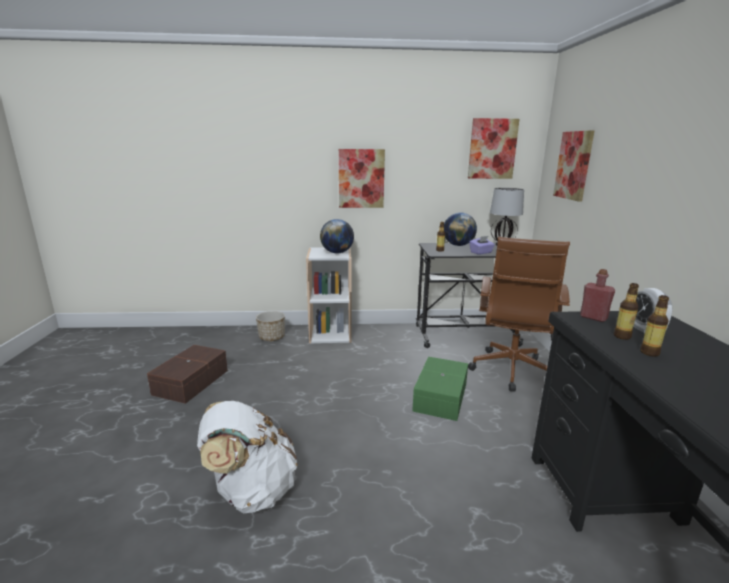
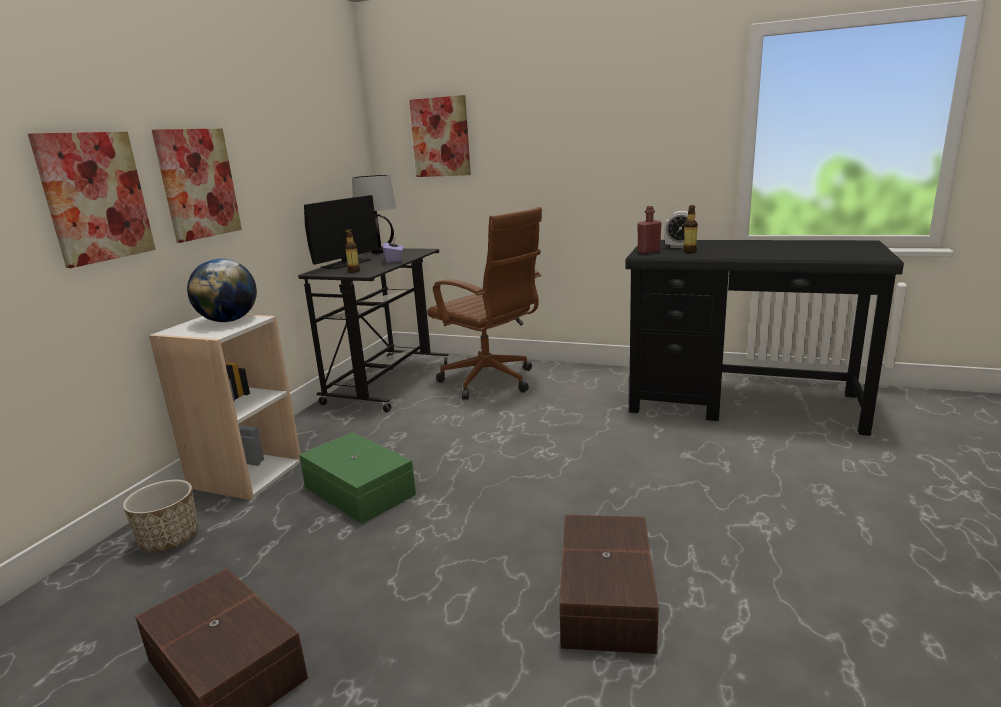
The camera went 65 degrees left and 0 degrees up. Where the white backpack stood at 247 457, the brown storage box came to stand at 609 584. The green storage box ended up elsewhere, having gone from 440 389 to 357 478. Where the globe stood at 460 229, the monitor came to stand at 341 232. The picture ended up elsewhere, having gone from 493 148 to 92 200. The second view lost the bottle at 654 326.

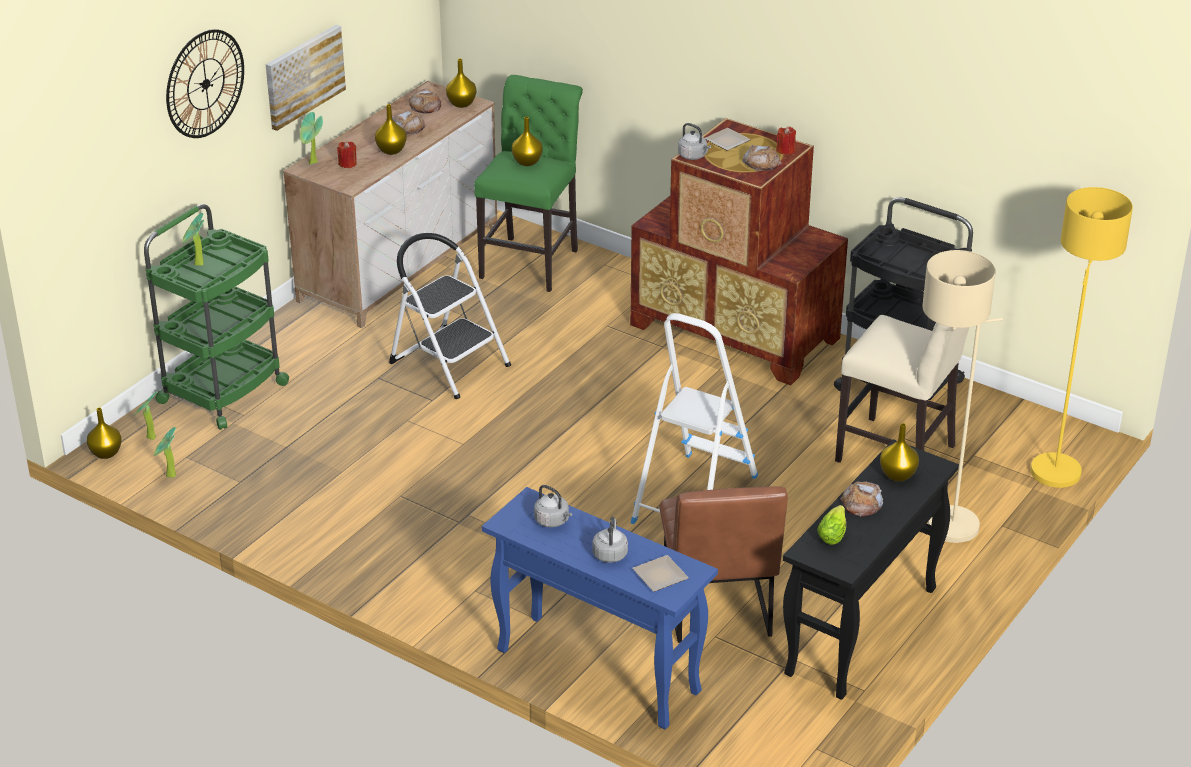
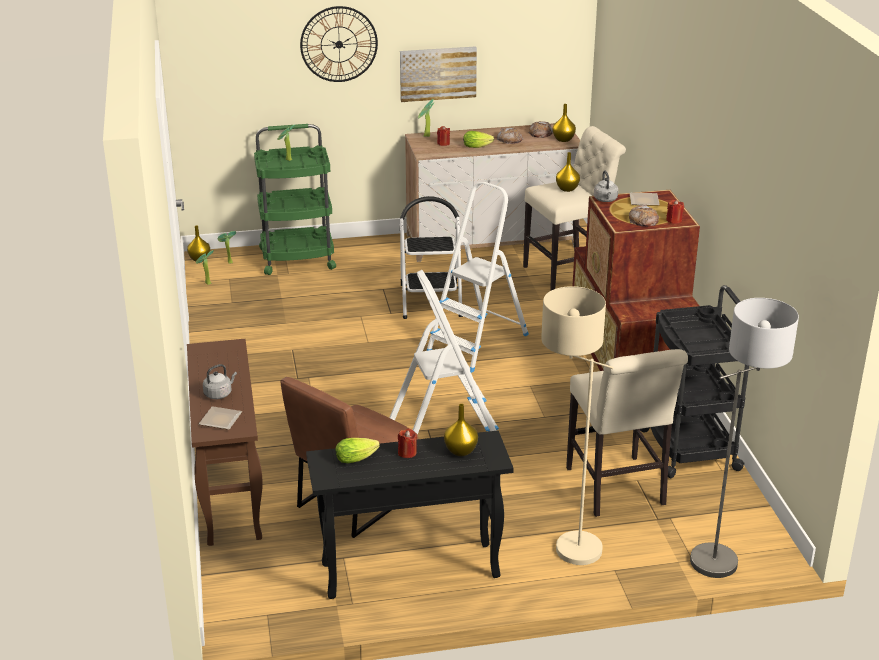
The camera went 45 degrees right and 5 degrees down. Where the yellow vase stood at 391 129, the lettuce came to stand at 478 139. What was the green stool at 528 183 turned into the beige stool at 574 208. What was the blue console table at 600 608 turned into the brown console table at 225 442. The second view lost the grey kettle at 553 506. Where the bread stood at 862 499, the red candle came to stand at 407 443. What was the yellow floor lamp at 1082 337 turned into the grey floor lamp at 744 438. The second view gained the white step ladder at 477 277.

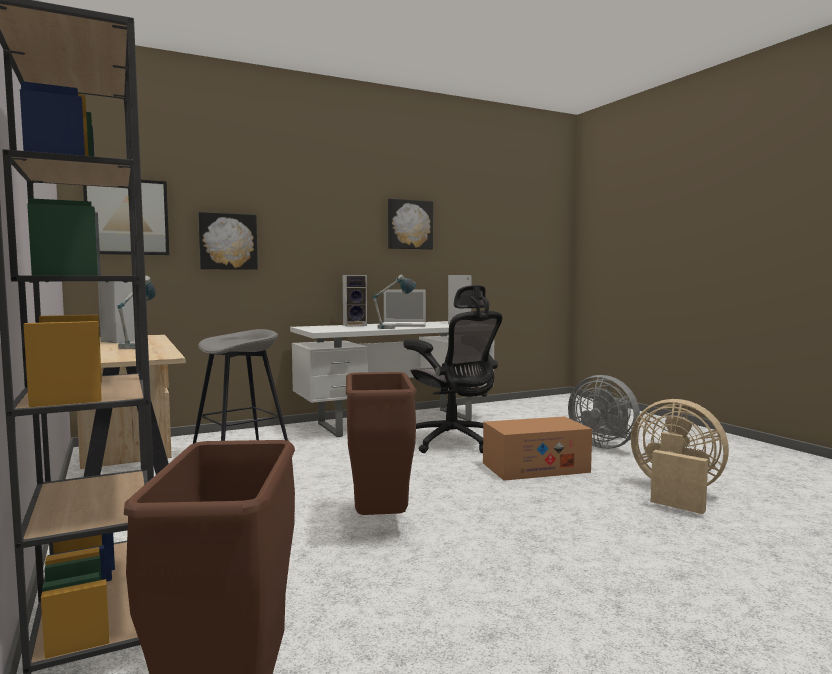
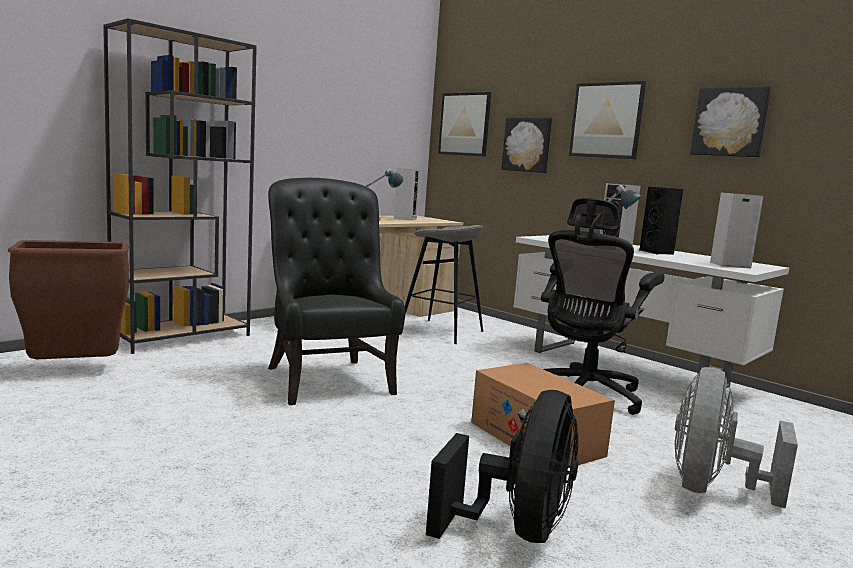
The camera went 70 degrees right and 5 degrees up. Where the brown trash can stood at 381 443, the black chair came to stand at 336 291. Where the laptop stood at 404 308, the black speaker came to stand at 661 220. What was the beige fan at 680 456 turned into the black fan at 502 466. The second view gained the picture at 607 120.

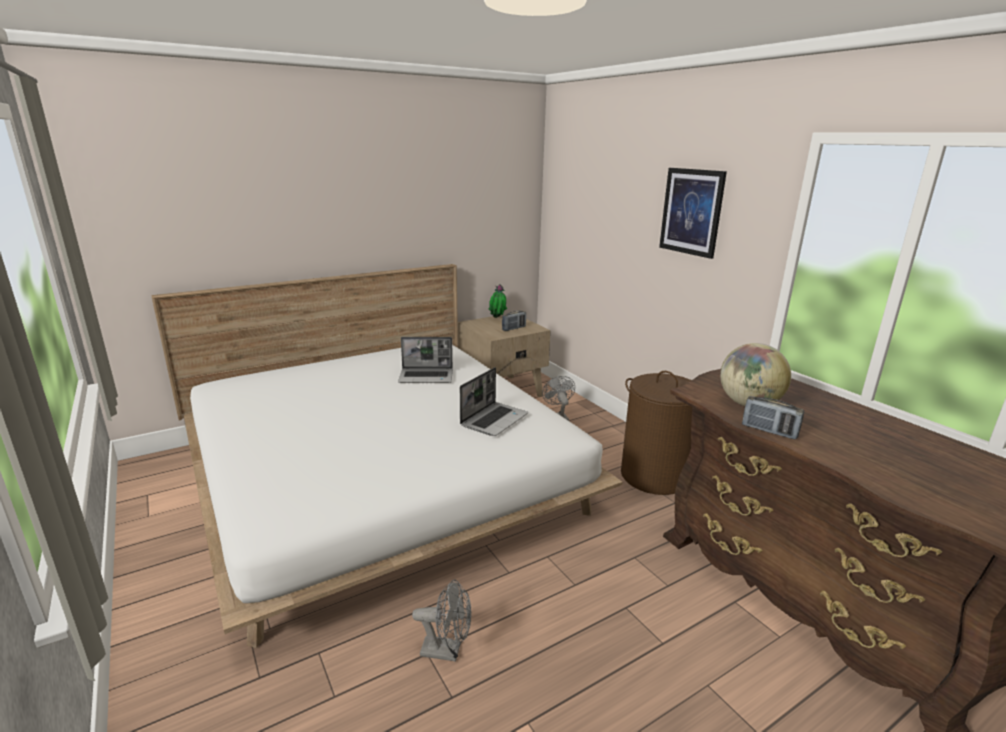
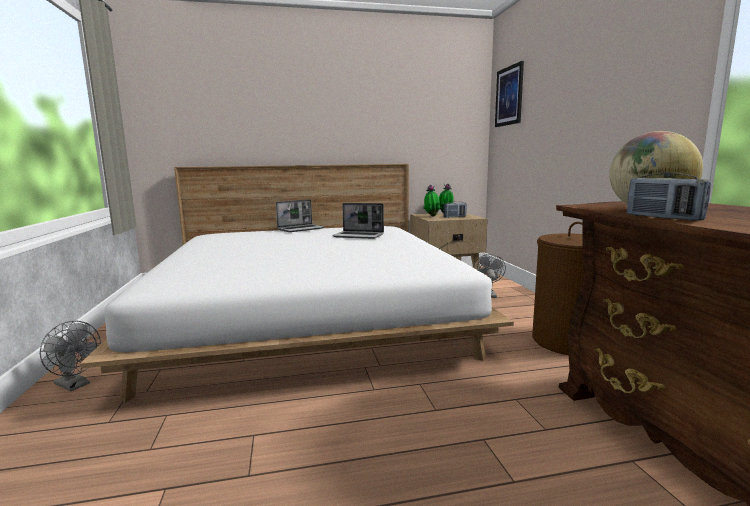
The camera went 20 degrees right and 10 degrees down. The grey fan ended up elsewhere, having gone from 441 621 to 70 356. The laptop ended up elsewhere, having gone from 494 401 to 300 215. The picture ended up elsewhere, having gone from 693 213 to 509 94. The second view gained the potted plant at 432 200.

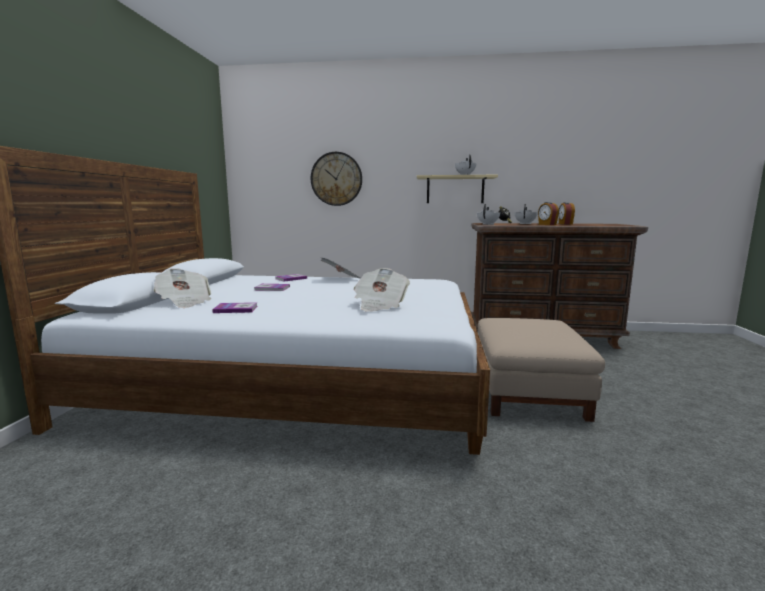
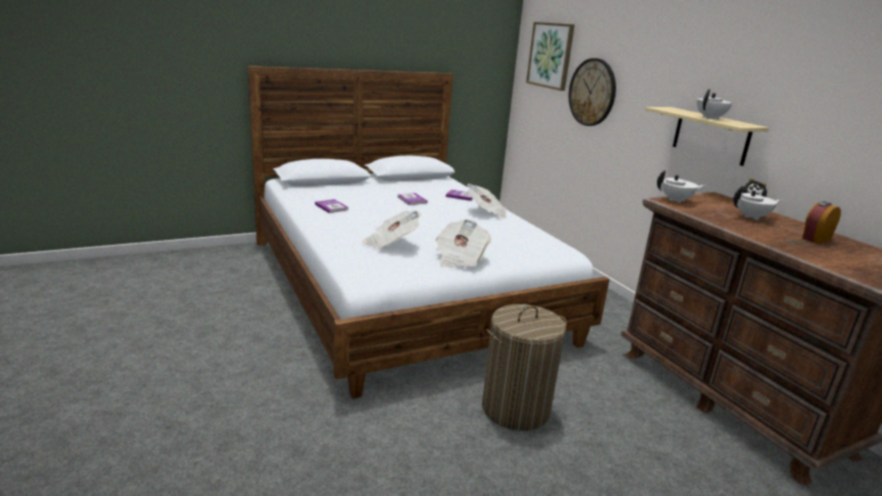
The camera went 55 degrees right and 10 degrees up. The newspaper ended up elsewhere, having gone from 182 288 to 463 243. Where the beige ottoman stood at 541 370, the laundry basket came to stand at 524 367. The second view lost the alarm clock at 548 213. The second view gained the picture at 550 56.

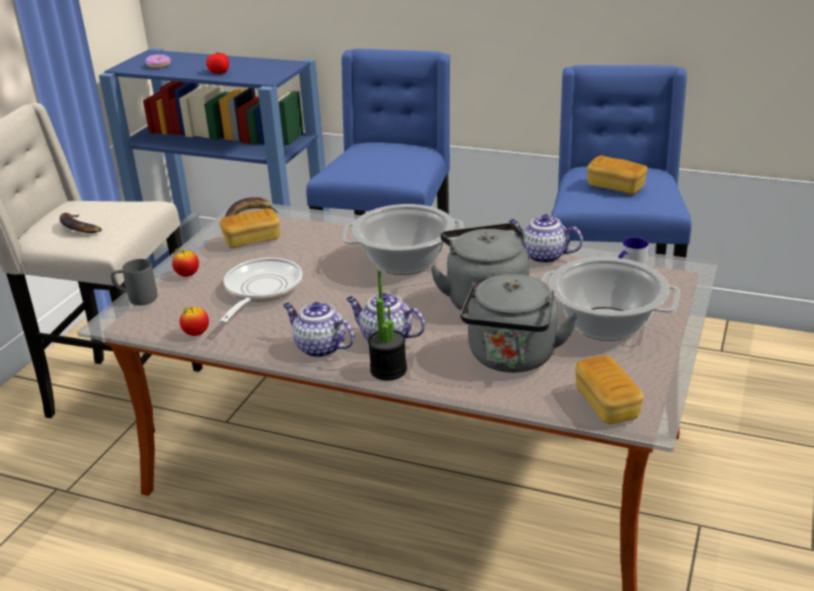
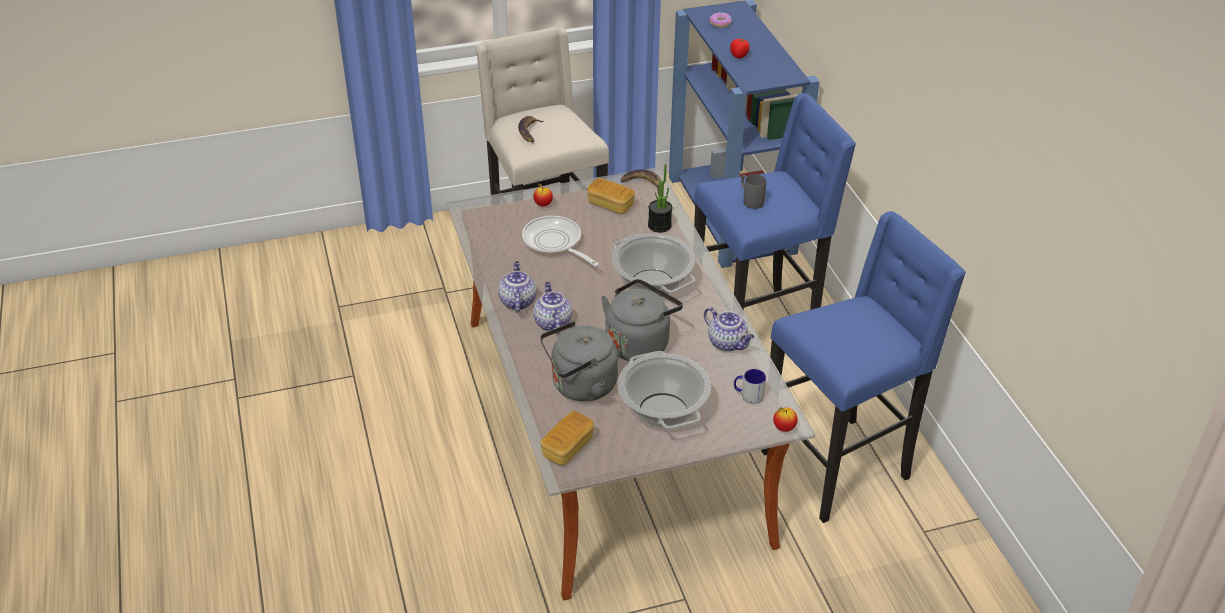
The camera went 50 degrees right and 10 degrees up. The grey mug ended up elsewhere, having gone from 134 282 to 753 191. The apple ended up elsewhere, having gone from 194 321 to 785 419. The frying pan at 260 290 ended up facing another way, 105 degrees counterclockwise from before. The potted plant ended up elsewhere, having gone from 387 325 to 660 198. The teapot at 546 238 ended up facing another way, 150 degrees clockwise from before. The second view lost the bread at 617 175.

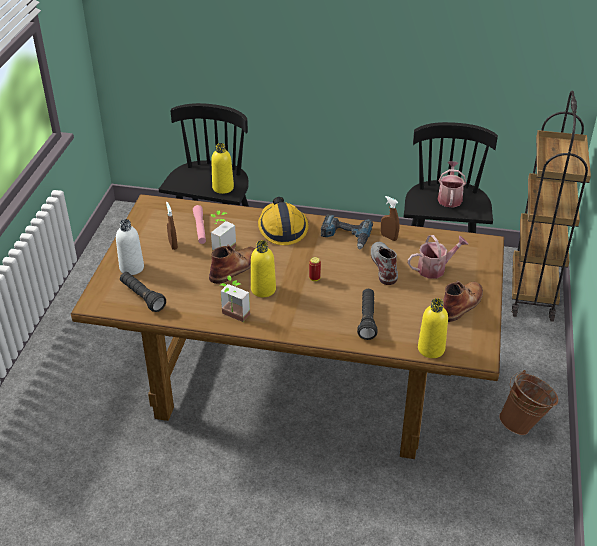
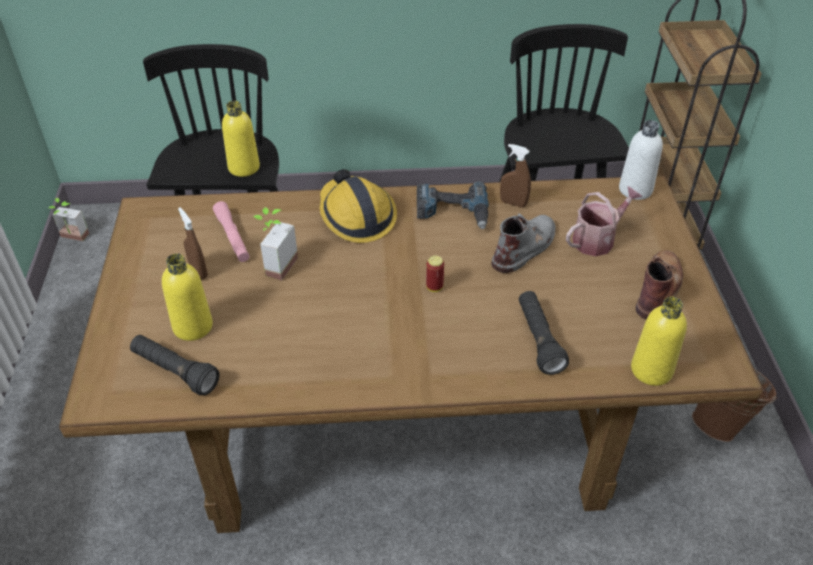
The camera went 15 degrees left and 5 degrees up. The white bottle ended up elsewhere, having gone from 130 247 to 641 160. The second view lost the brown boot at 232 264. The potted plant ended up elsewhere, having gone from 235 299 to 69 219. The yellow bottle ended up elsewhere, having gone from 263 268 to 187 297. The grey boot at 384 263 ended up facing another way, 60 degrees clockwise from before. The second view lost the watering can at 452 184.

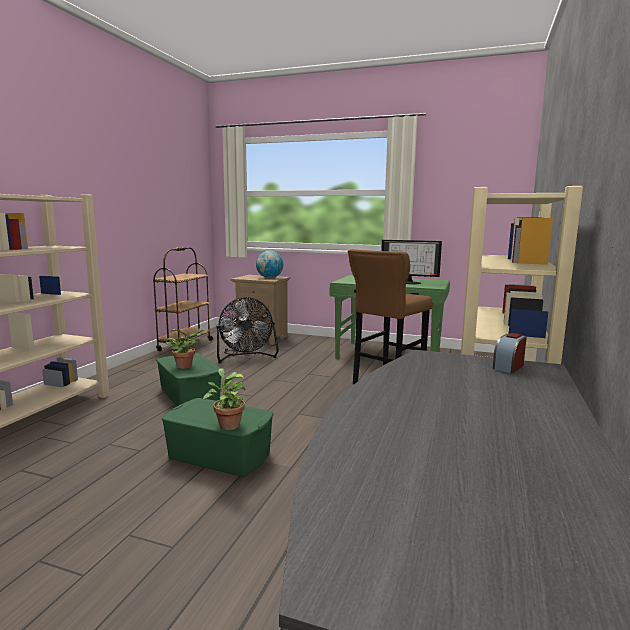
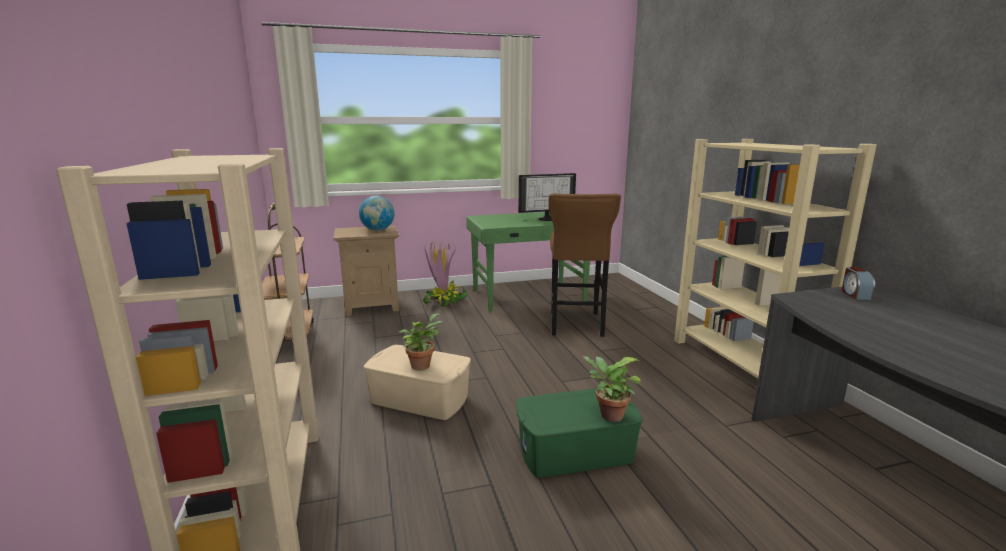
The camera went 35 degrees left and 5 degrees up. What was the green storage box at 188 379 turned into the beige storage box at 417 382. The second view lost the black fan at 247 330. The second view gained the potted plant at 445 274.

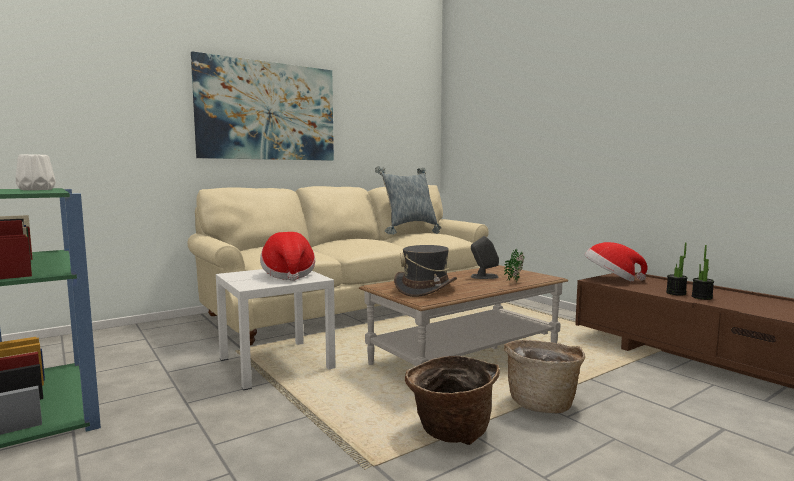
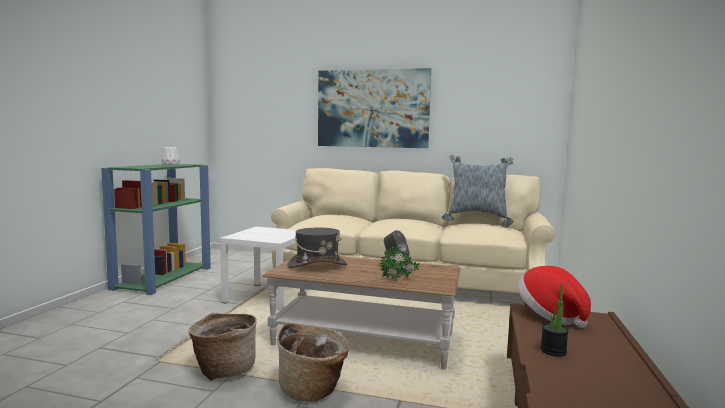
The camera went 50 degrees right and 0 degrees up. The second view lost the hat at 287 256. The second view lost the potted plant at 703 272.

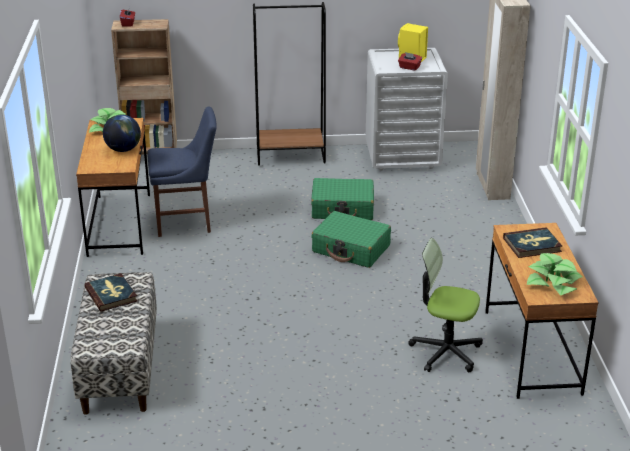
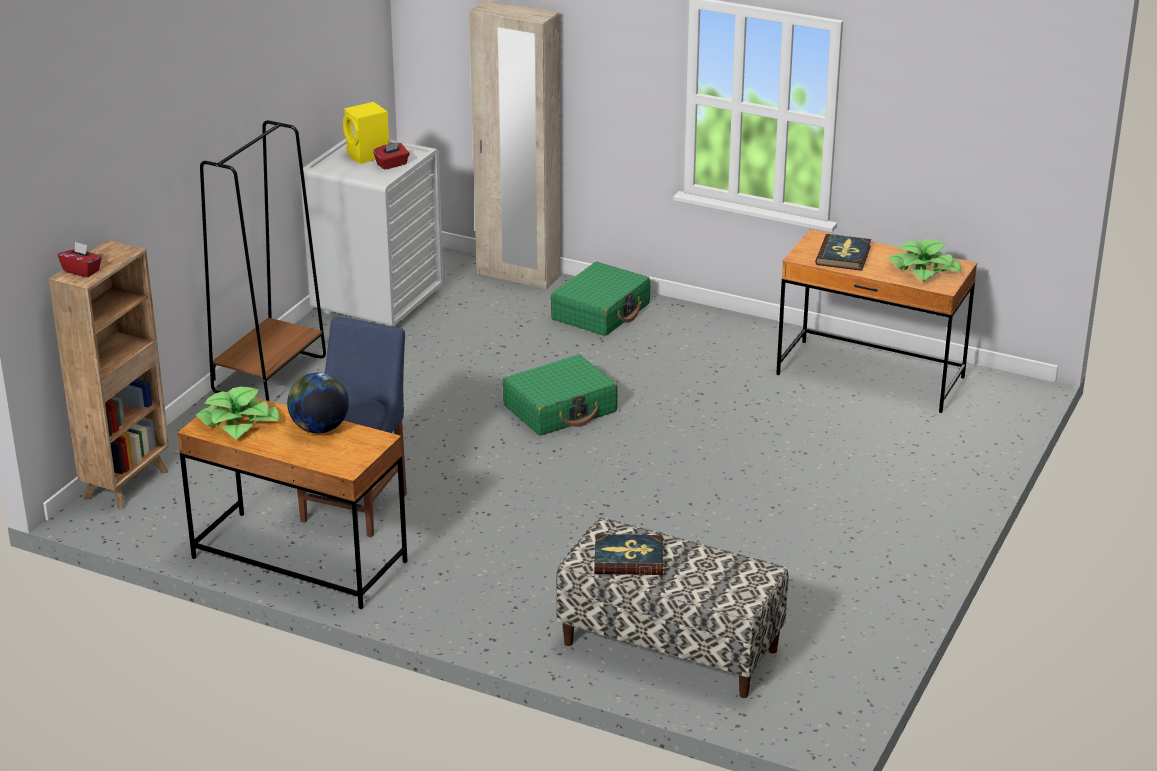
The camera went 60 degrees left and 0 degrees up. The green suitcase ended up elsewhere, having gone from 342 199 to 600 299. The second view lost the office chair at 445 305.

